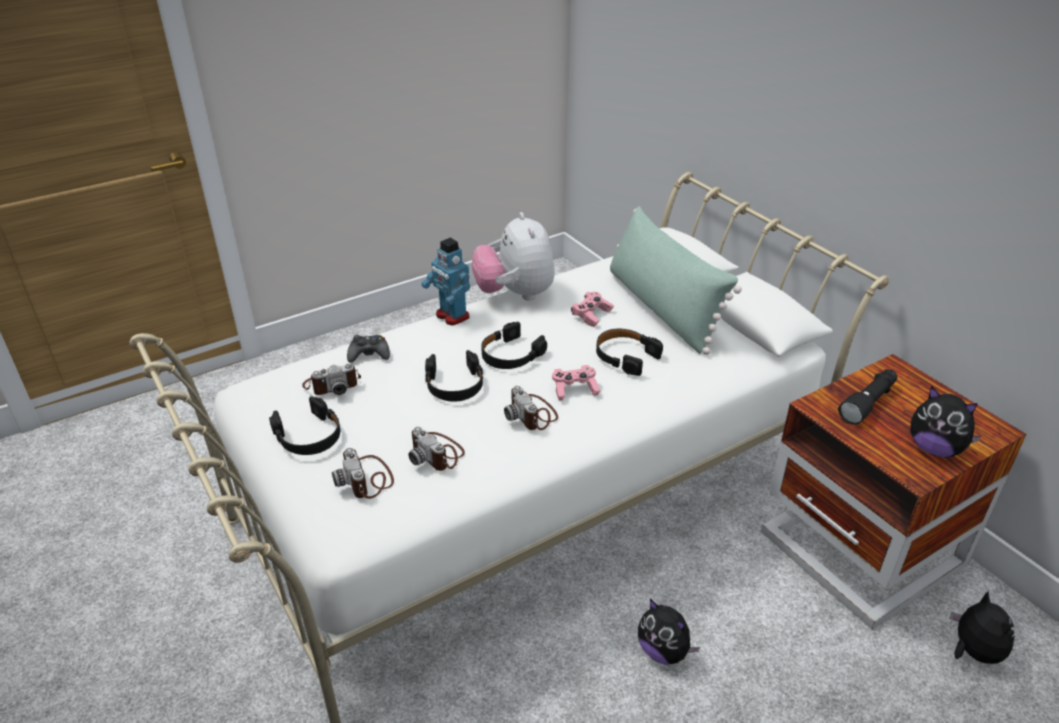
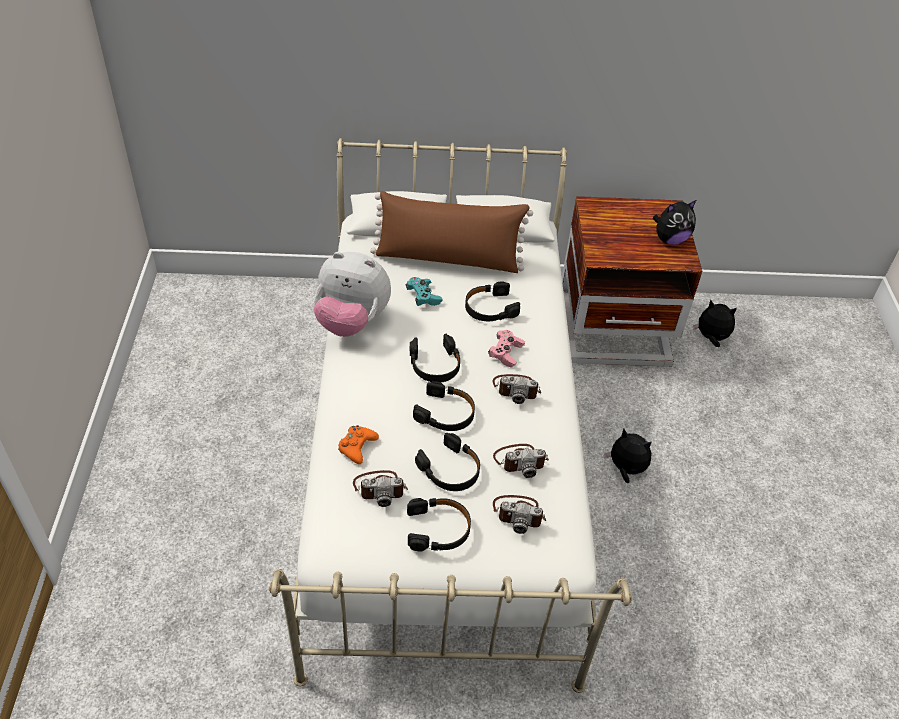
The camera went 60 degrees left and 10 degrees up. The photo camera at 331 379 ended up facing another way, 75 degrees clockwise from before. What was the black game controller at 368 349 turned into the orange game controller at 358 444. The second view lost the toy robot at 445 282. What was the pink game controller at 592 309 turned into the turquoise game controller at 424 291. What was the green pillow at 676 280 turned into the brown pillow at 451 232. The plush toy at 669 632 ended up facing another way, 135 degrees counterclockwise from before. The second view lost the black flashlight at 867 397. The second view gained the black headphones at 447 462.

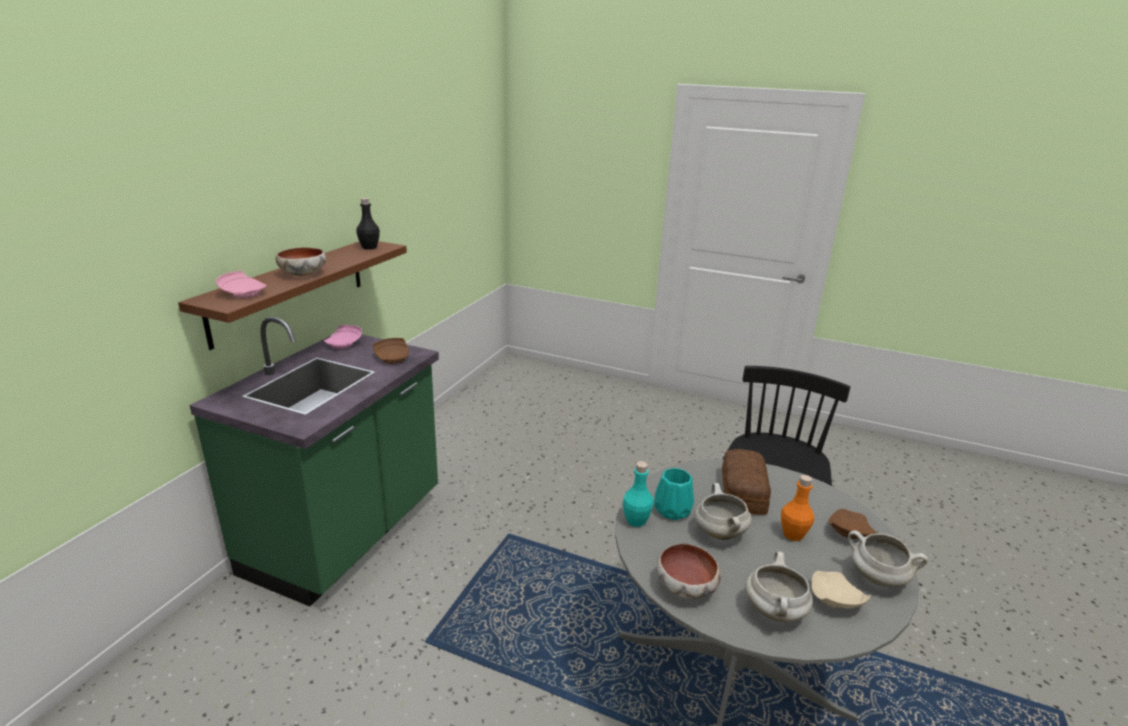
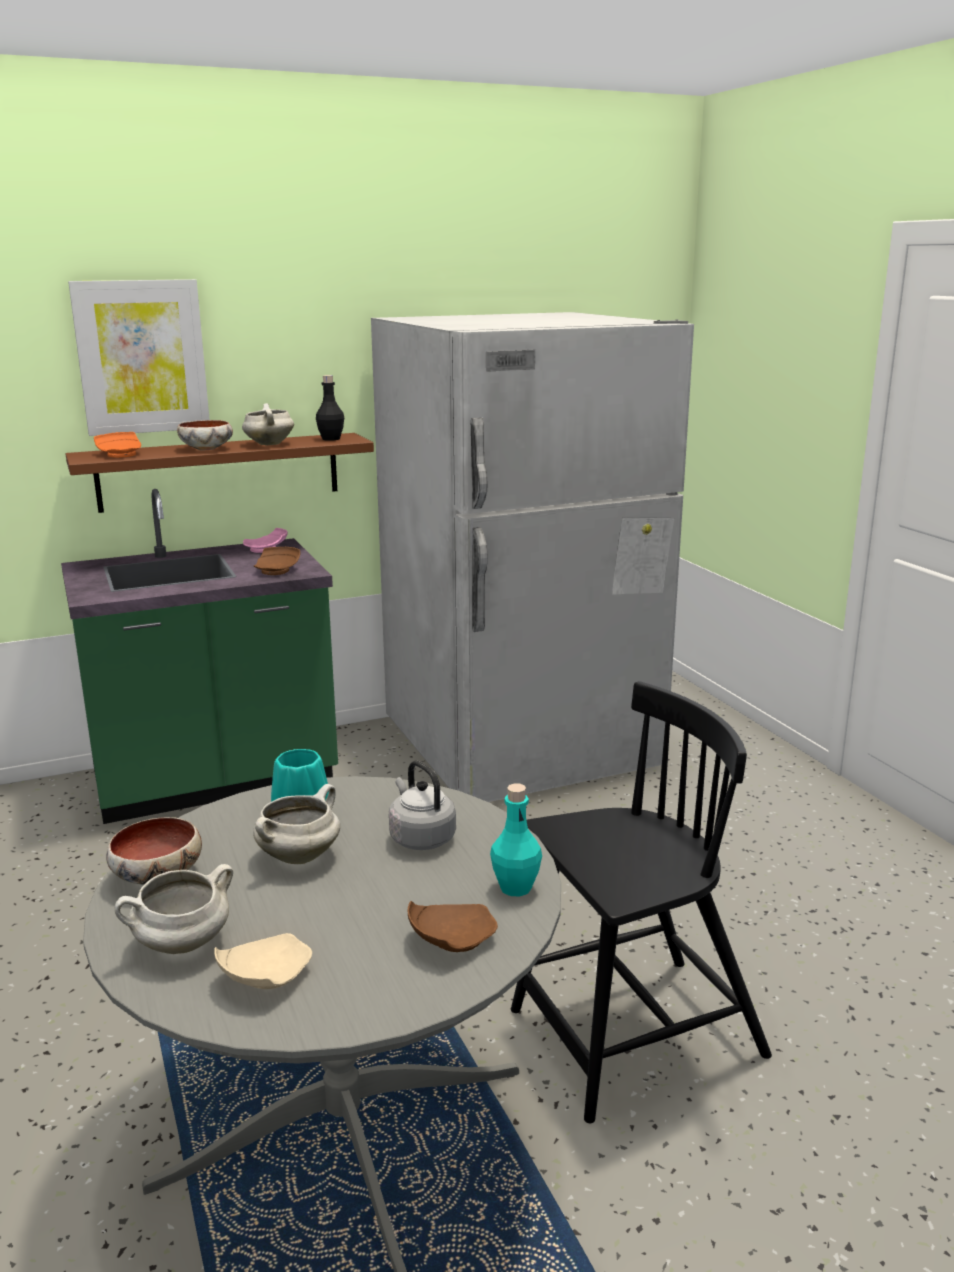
The camera went 45 degrees right and 5 degrees down. What was the pink plate at 241 284 turned into the orange plate at 117 445. The turquoise bottle ended up elsewhere, having gone from 638 494 to 516 840. Where the bread stood at 746 482, the grey kettle came to stand at 422 805. The second view lost the orange bottle at 797 508. The white cooking pot ended up elsewhere, having gone from 888 558 to 268 424. The second view gained the picture at 139 357. The second view gained the white fridge at 532 557.

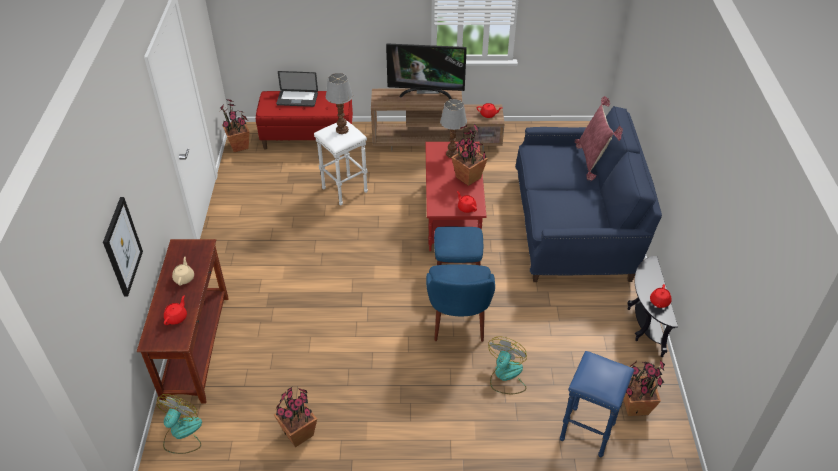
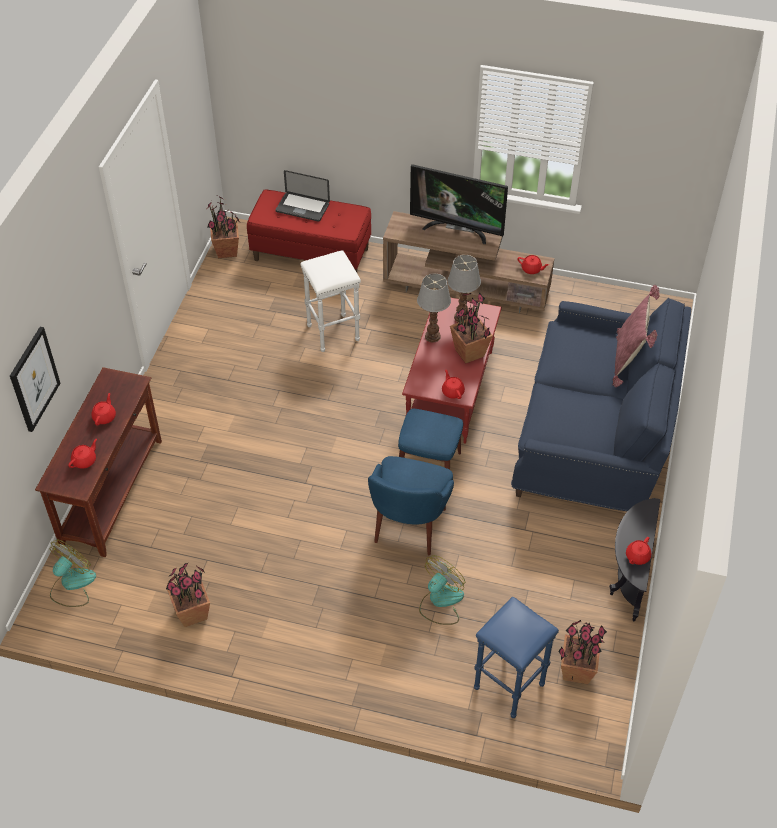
The camera went 15 degrees right and 5 degrees up. What was the beige teapot at 183 271 turned into the red teapot at 103 409. The table lamp ended up elsewhere, having gone from 339 103 to 434 308.

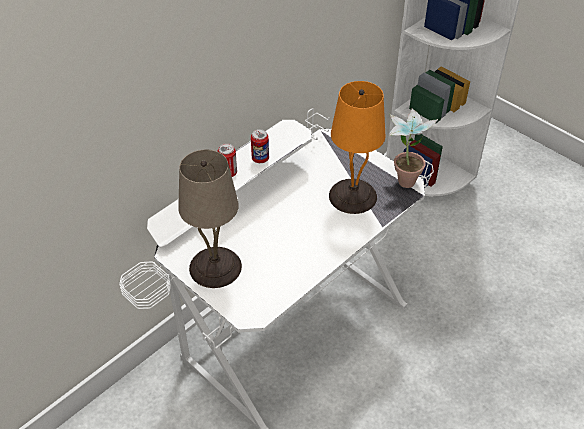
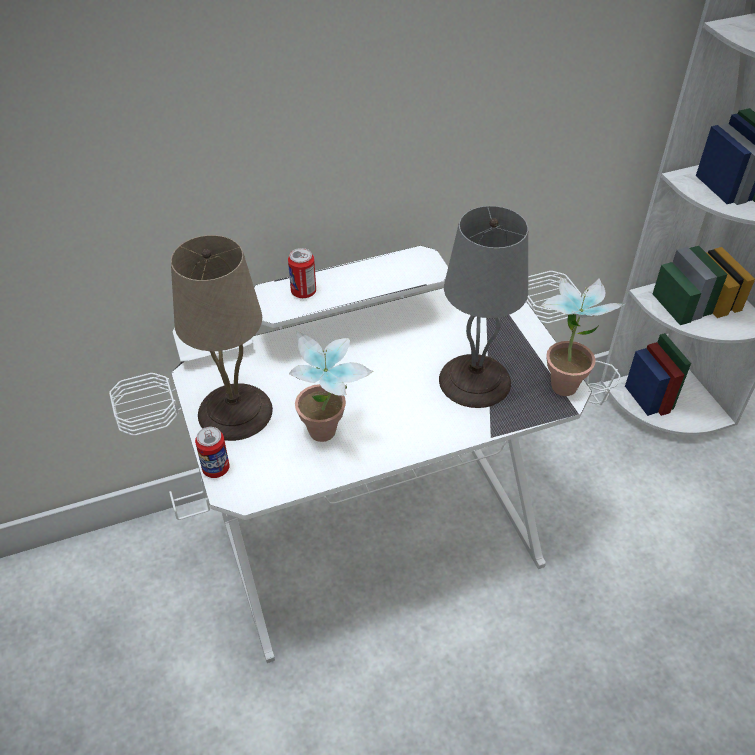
The camera went 25 degrees right and 0 degrees up. The can ended up elsewhere, having gone from 260 146 to 212 452. What was the orange table lamp at 357 147 turned into the grey table lamp at 483 307. The second view gained the potted plant at 331 386.

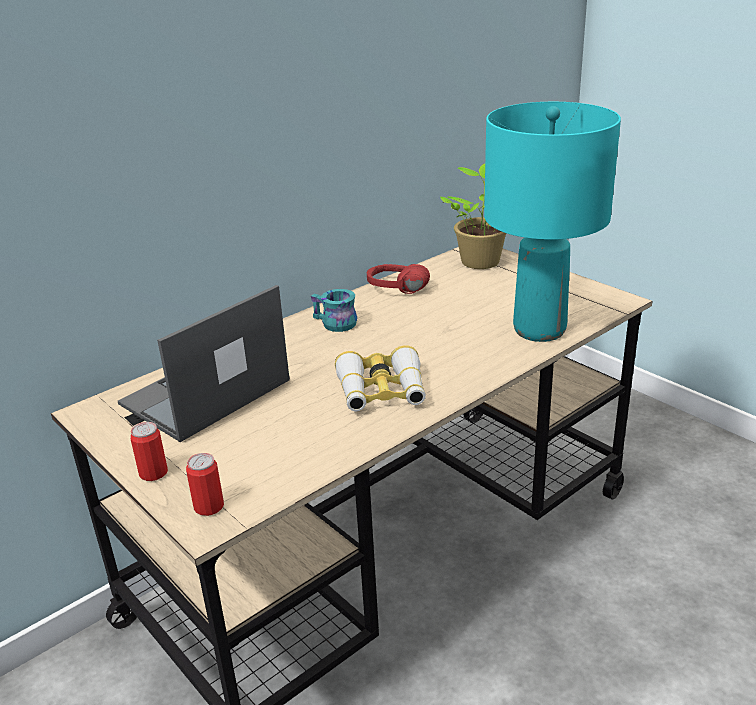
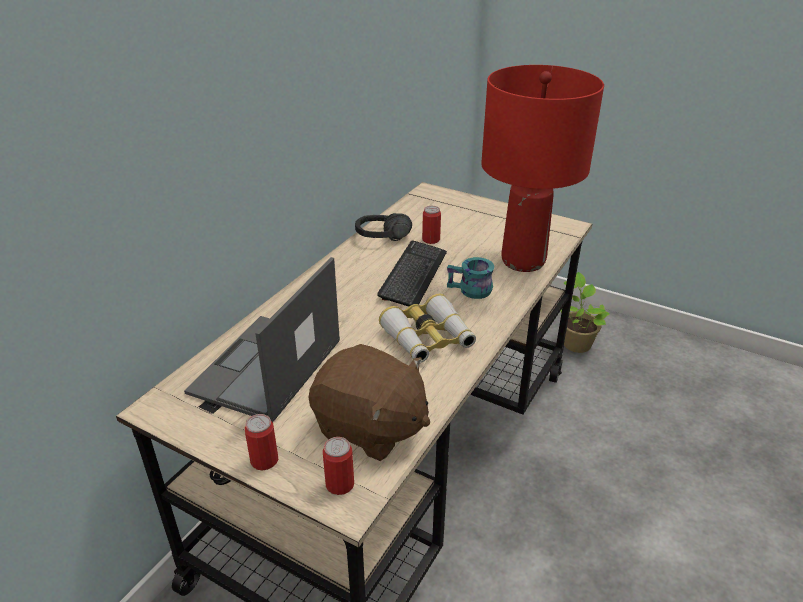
The camera went 20 degrees left and 5 degrees up. The turquoise mug ended up elsewhere, having gone from 334 310 to 470 278. What was the red headphones at 398 279 turned into the black headphones at 383 227. The potted plant ended up elsewhere, having gone from 473 216 to 585 312. What was the turquoise table lamp at 552 222 turned into the red table lamp at 542 168. The second view gained the brown plush toy at 369 402. The second view gained the keyboard at 412 273. The second view gained the can at 431 225.

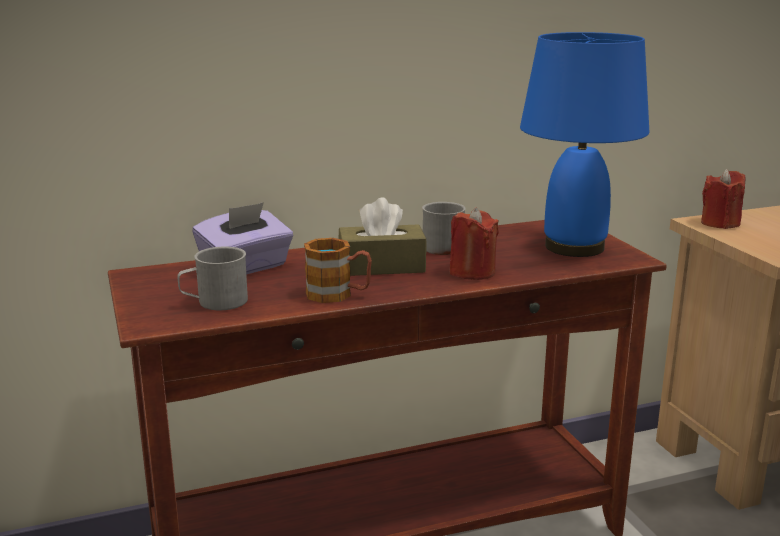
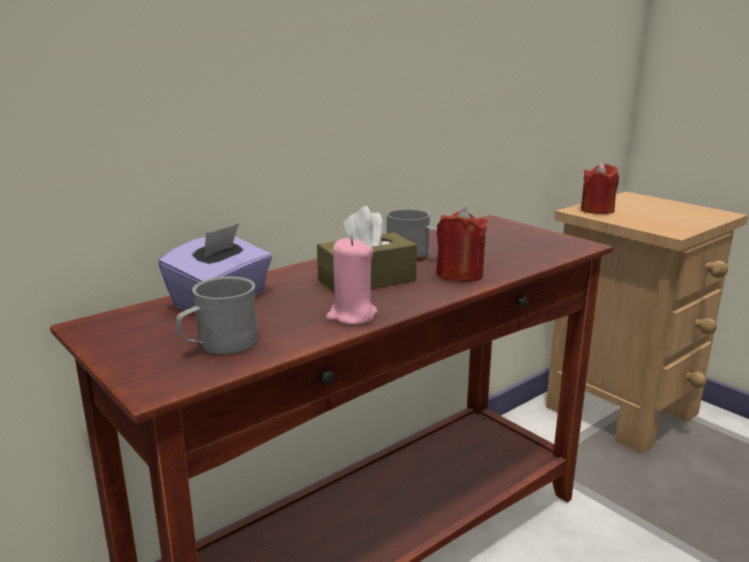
The camera went 20 degrees left and 0 degrees up. Where the mug stood at 338 270, the pink candle came to stand at 351 281. The second view lost the blue table lamp at 584 144.

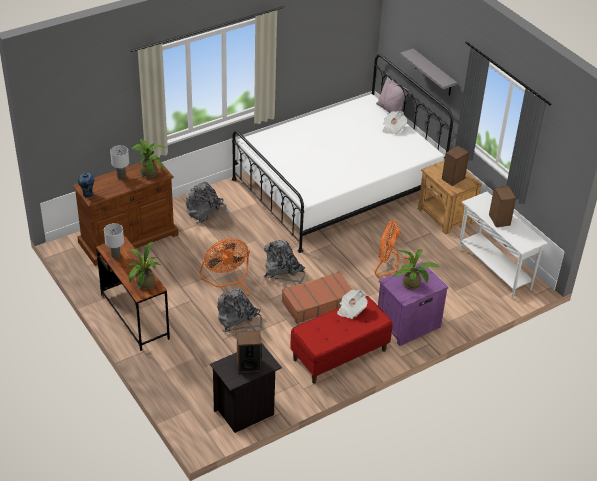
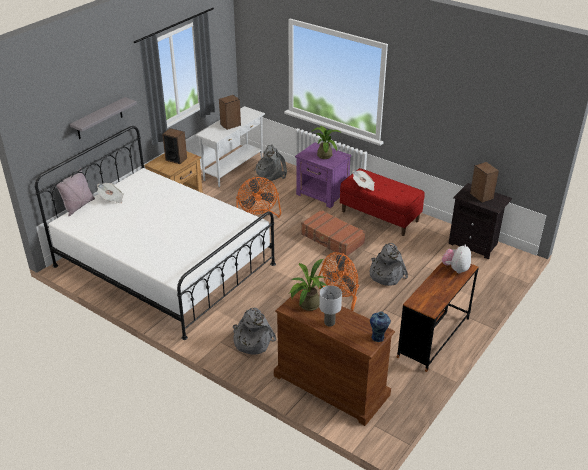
The camera went 110 degrees left and 5 degrees down. The second view lost the white table lamp at 114 241. Where the potted plant stood at 144 265, the plush toy came to stand at 456 259. The grey backpack ended up elsewhere, having gone from 284 262 to 270 162.

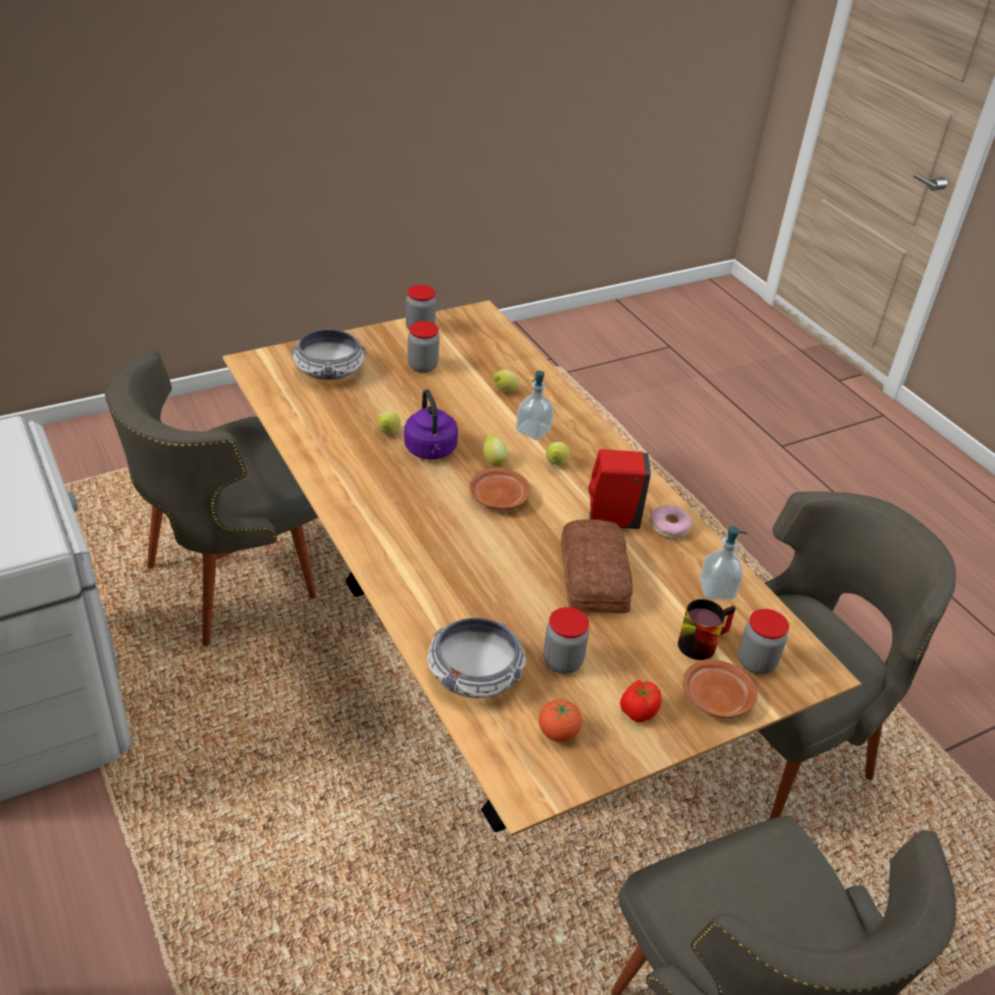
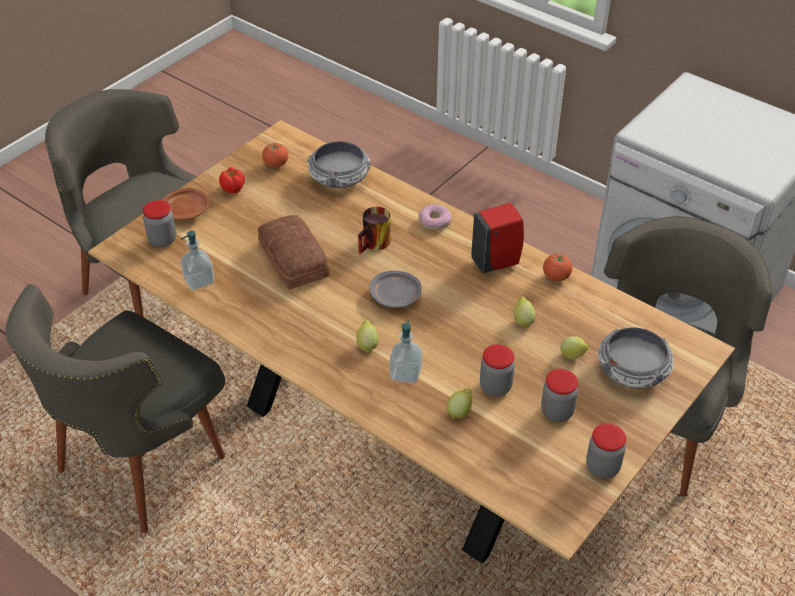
The camera went 160 degrees right and 5 degrees up. The second view lost the purple kettle at 431 424. What was the brown plate at 499 488 turned into the grey plate at 396 289. The lemon ended up elsewhere, having gone from 495 450 to 574 347. The jar ended up elsewhere, having gone from 566 640 to 497 370. The red soap dispenser ended up elsewhere, having gone from 619 489 to 497 238. The donut ended up elsewhere, having gone from 671 522 to 435 217. The mug ended up elsewhere, having gone from 707 629 to 374 230. The second view gained the tomato at 557 268.

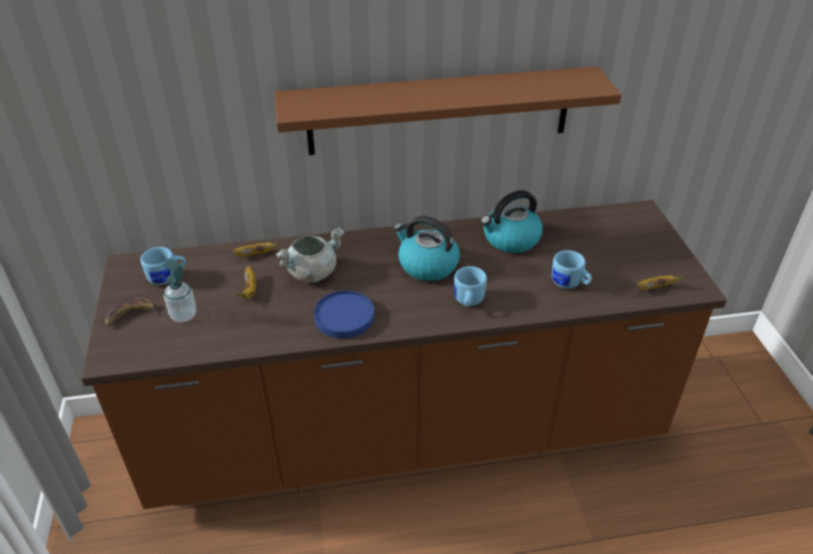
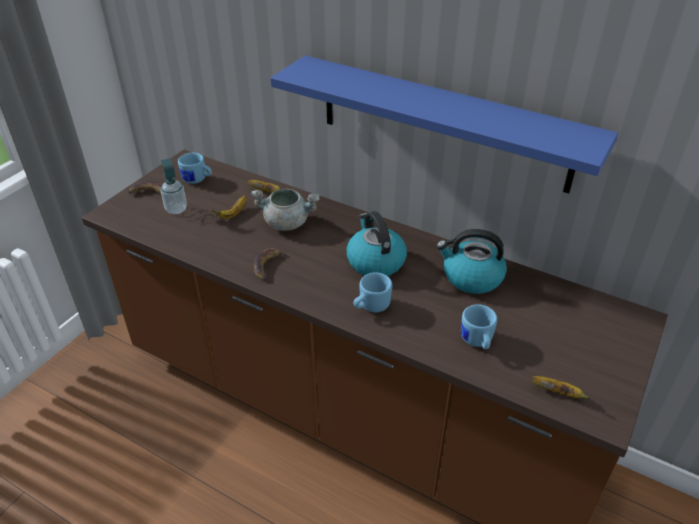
The camera went 40 degrees right and 0 degrees up. What was the brown shelf at 448 111 turned into the blue shelf at 444 125. Where the blue plate stood at 344 315, the banana came to stand at 271 264.

